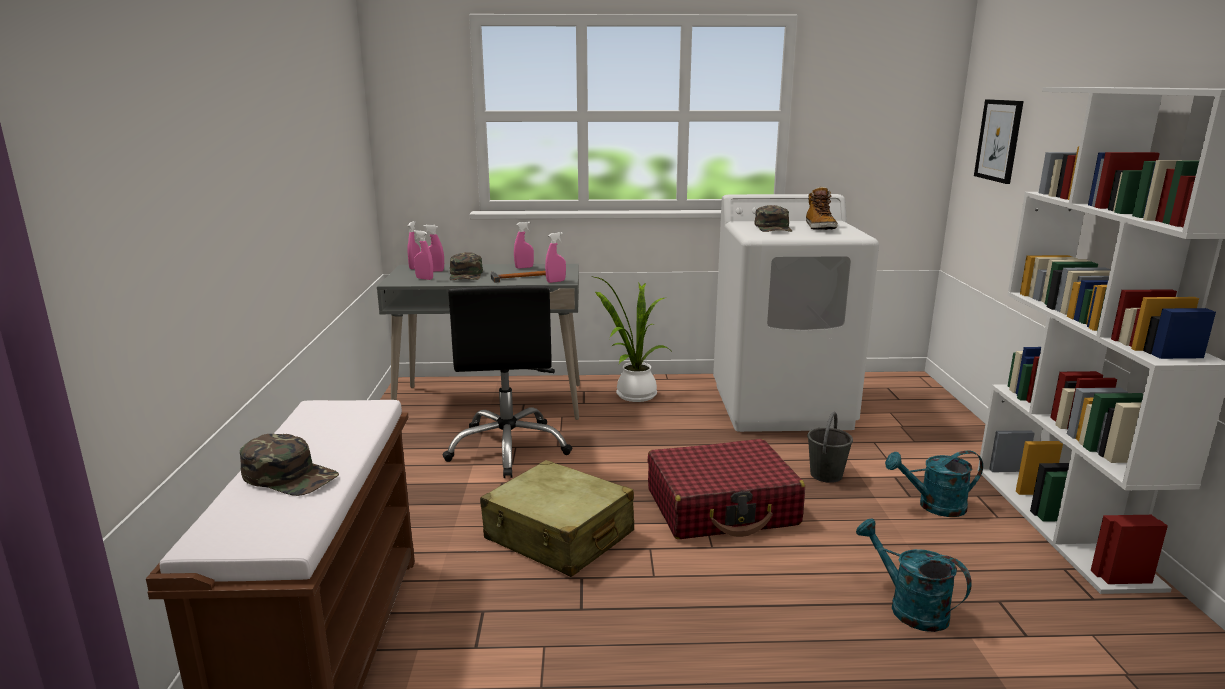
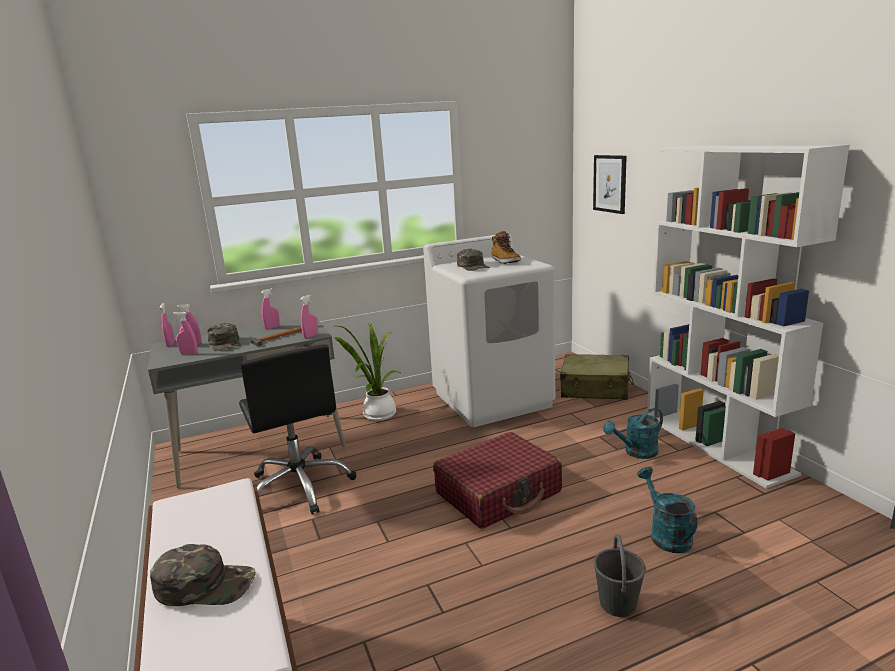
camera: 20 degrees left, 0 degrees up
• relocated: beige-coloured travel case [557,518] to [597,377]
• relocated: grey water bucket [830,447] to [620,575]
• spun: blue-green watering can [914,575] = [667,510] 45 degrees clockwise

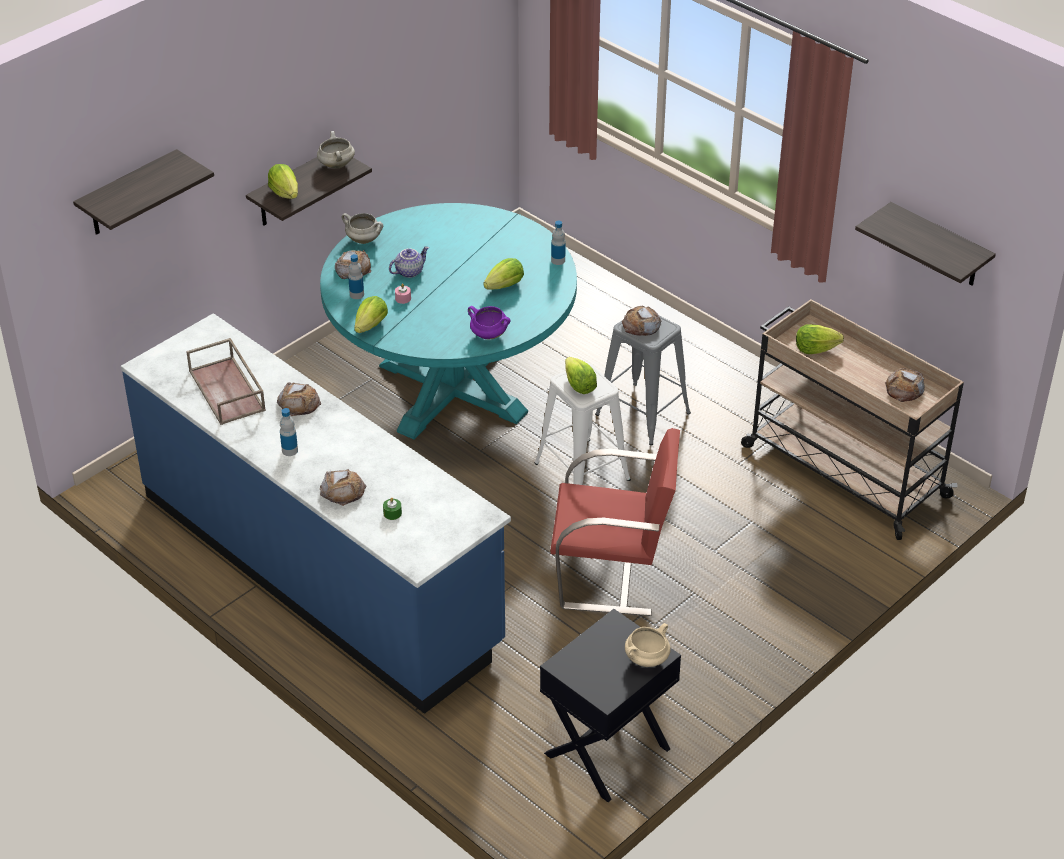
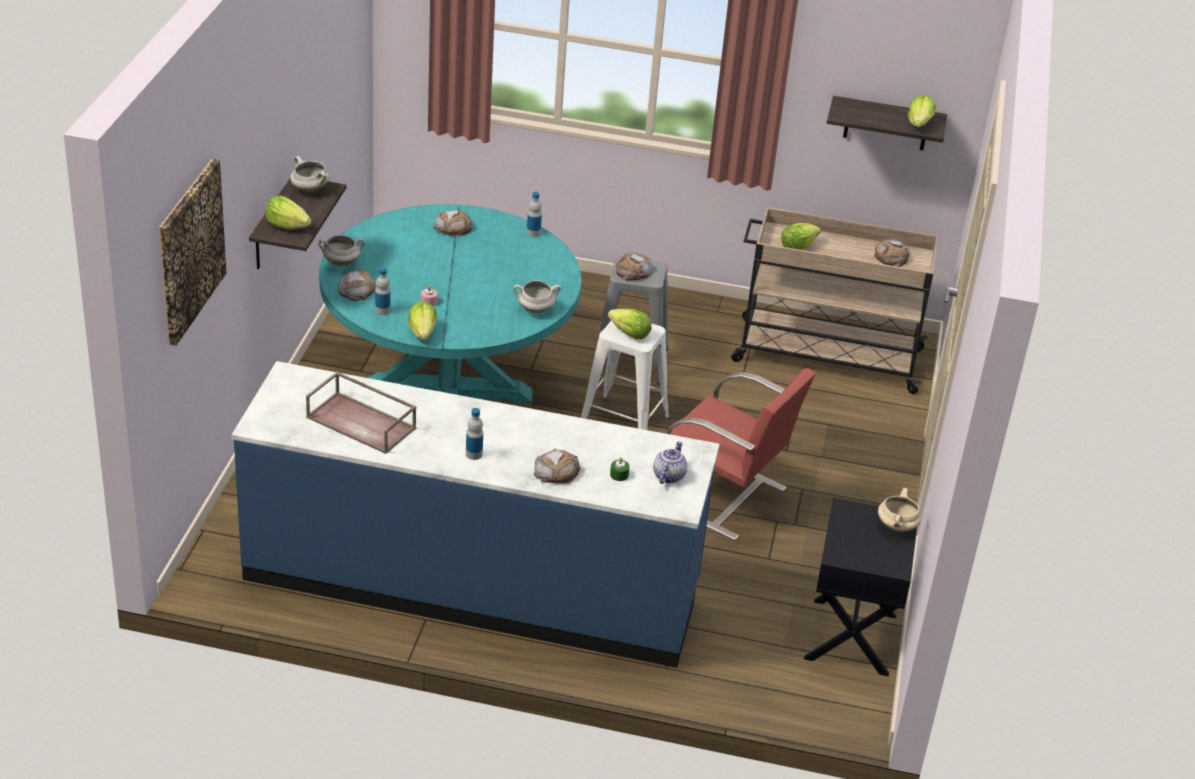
camera: 35 degrees left, 5 degrees down
• relocated: bread [299,399] to [452,223]
• relocated: teapot [409,262] to [670,462]
• relocated: head of lettuce [503,274] to [922,111]
• exchanged: shelf [143,192] to wall art [192,252]
• colour: purple stockpot [489,322] to white-coloured stockpot [537,296]
• spun: reddish plain chair [615,522] = [740,454] 60 degrees clockwise

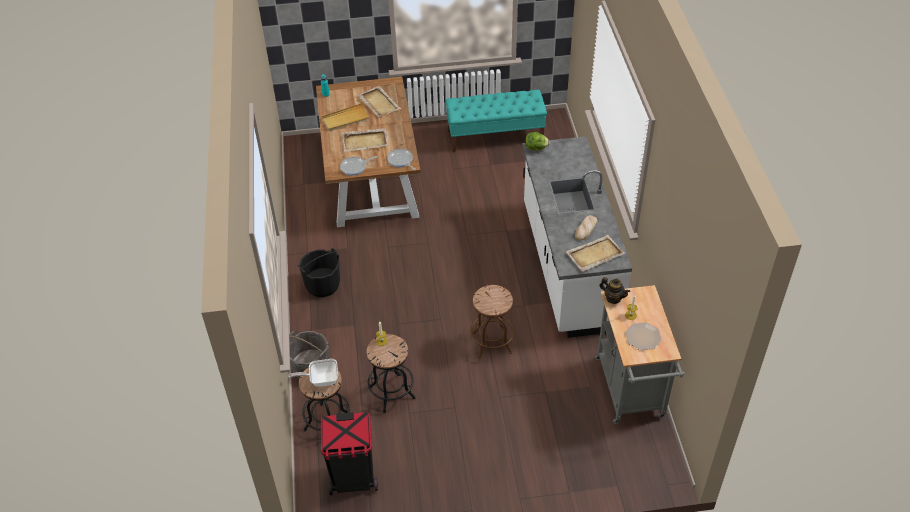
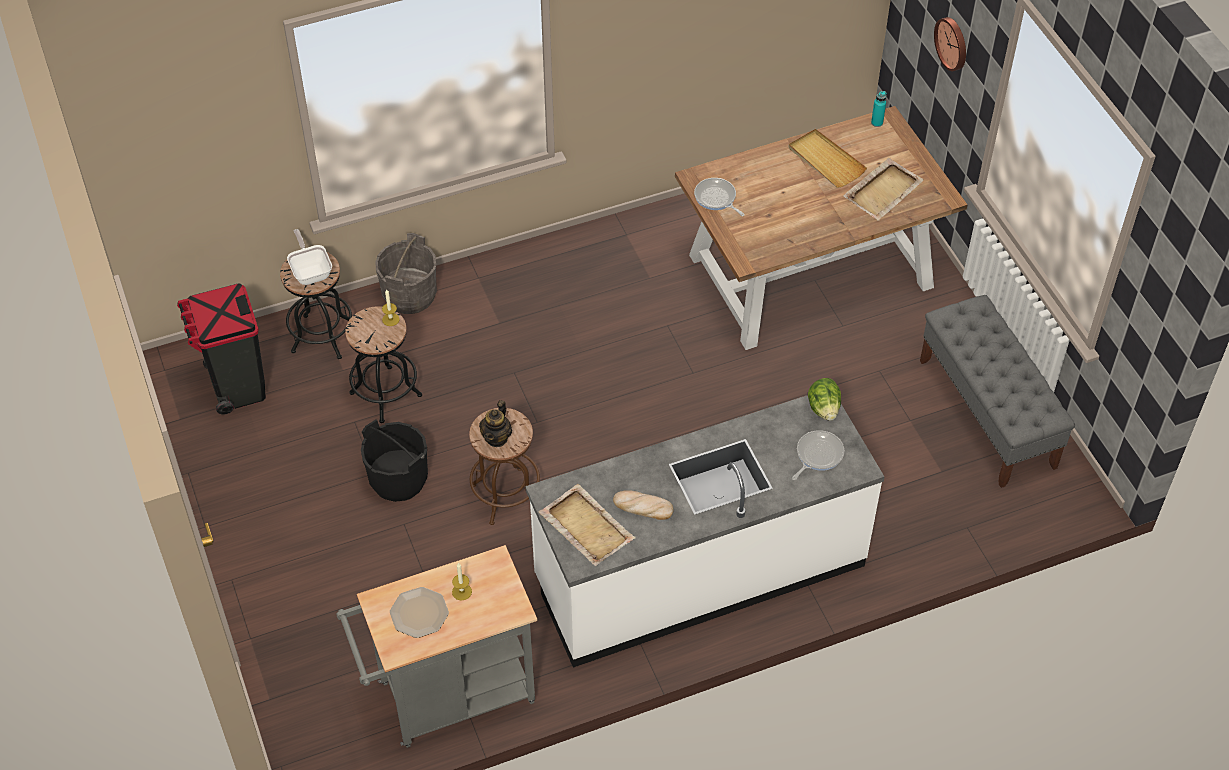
camera: 75 degrees right, 5 degrees up
• missing: beige-coloured tray [365,140]
• appeared: hanging clock [950,44]
• relocated: black water bucket [319,272] to [394,461]
• relocated: pan [401,159] to [818,455]
• relocated: teapot [614,290] to [495,423]
• colour: blue-green bench [496,121] to grey bench [997,391]

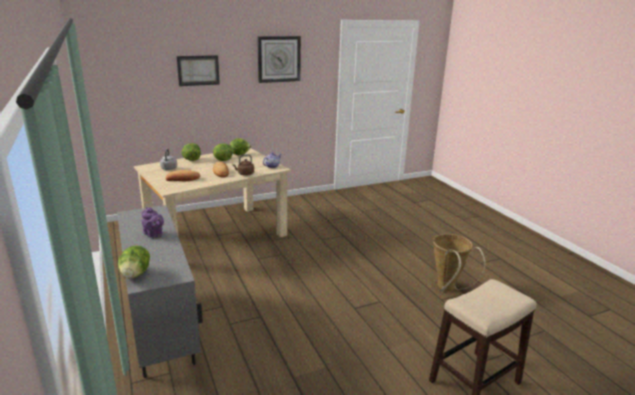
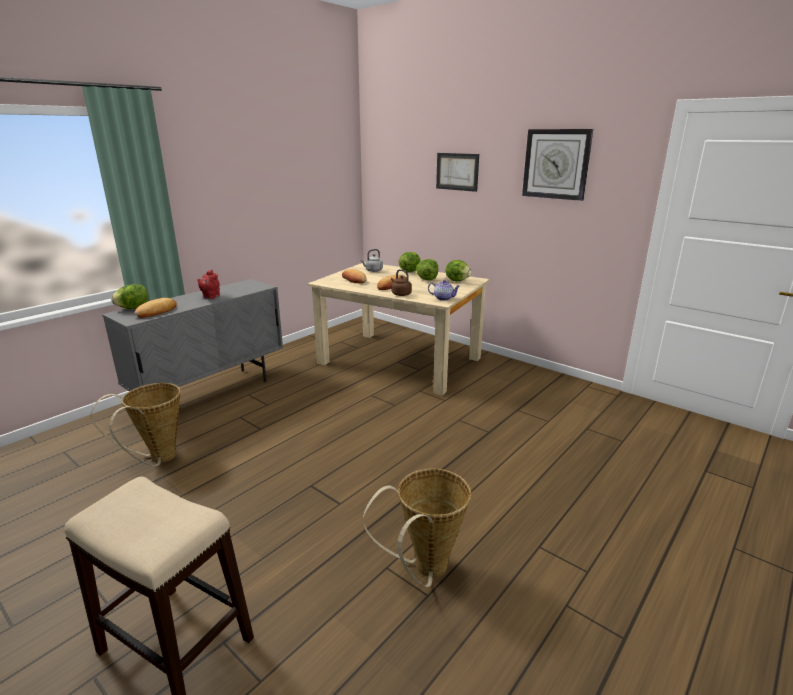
camera: 65 degrees right, 0 degrees up
• appeared: household basket [135,424]
• appeared: bread [156,308]
• colour: purple teapot [152,222] to reddish teapot [208,284]

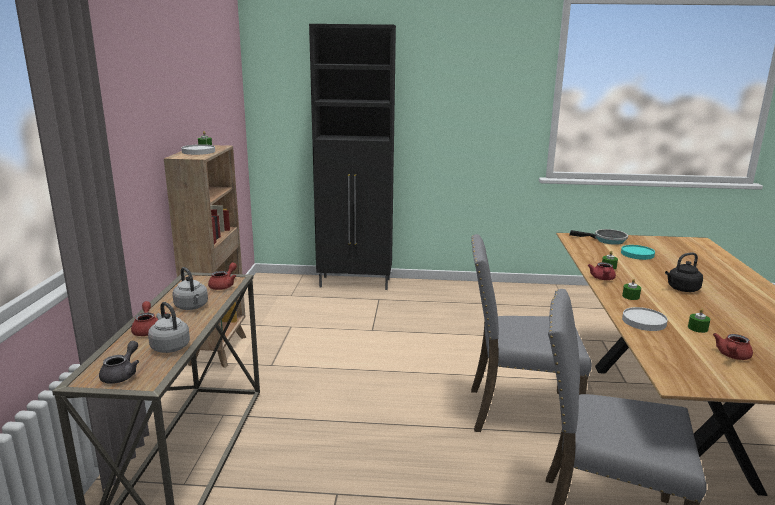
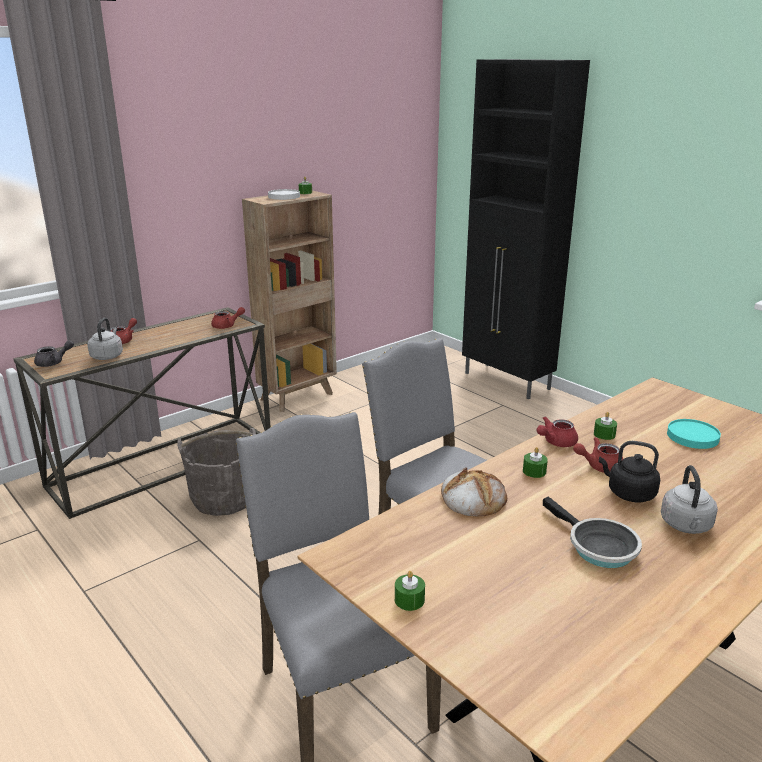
camera: 45 degrees right, 5 degrees up
• appeared: grey water bucket [216,472]
• relocated: grey tea kettle [190,288] to [689,499]
• relocated: pan [598,237] to [592,532]
• relocated: greenish candle [699,320] to [410,591]
• relocated: reddish teapot [733,346] to [598,455]
• exchanged: white-coloured flat dish [645,319] to bread [474,492]

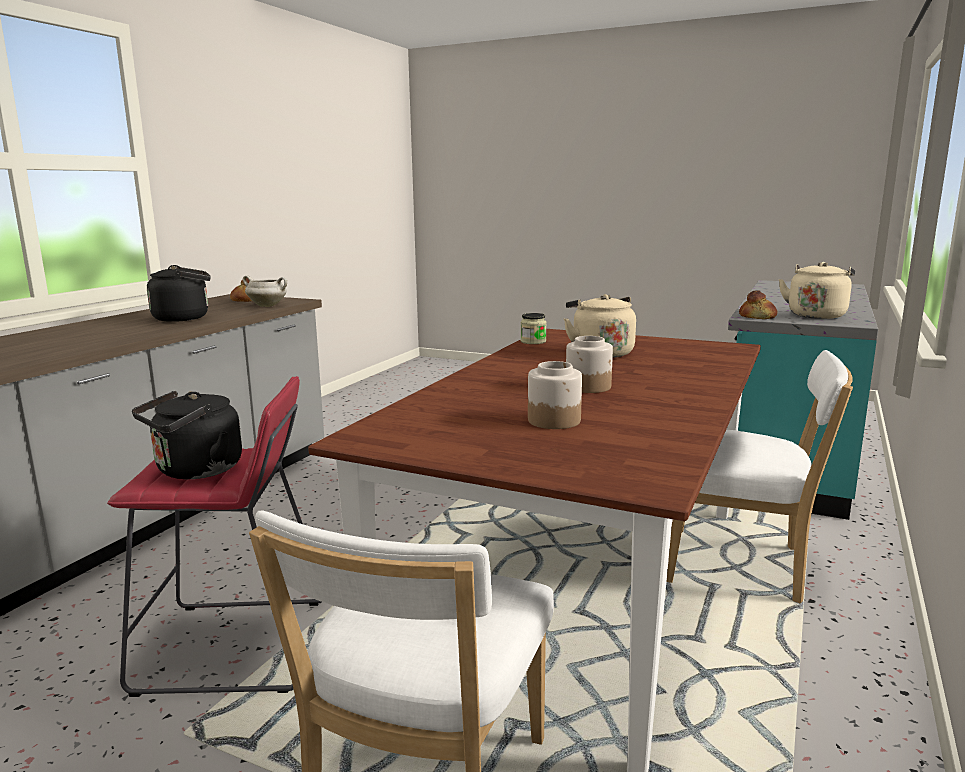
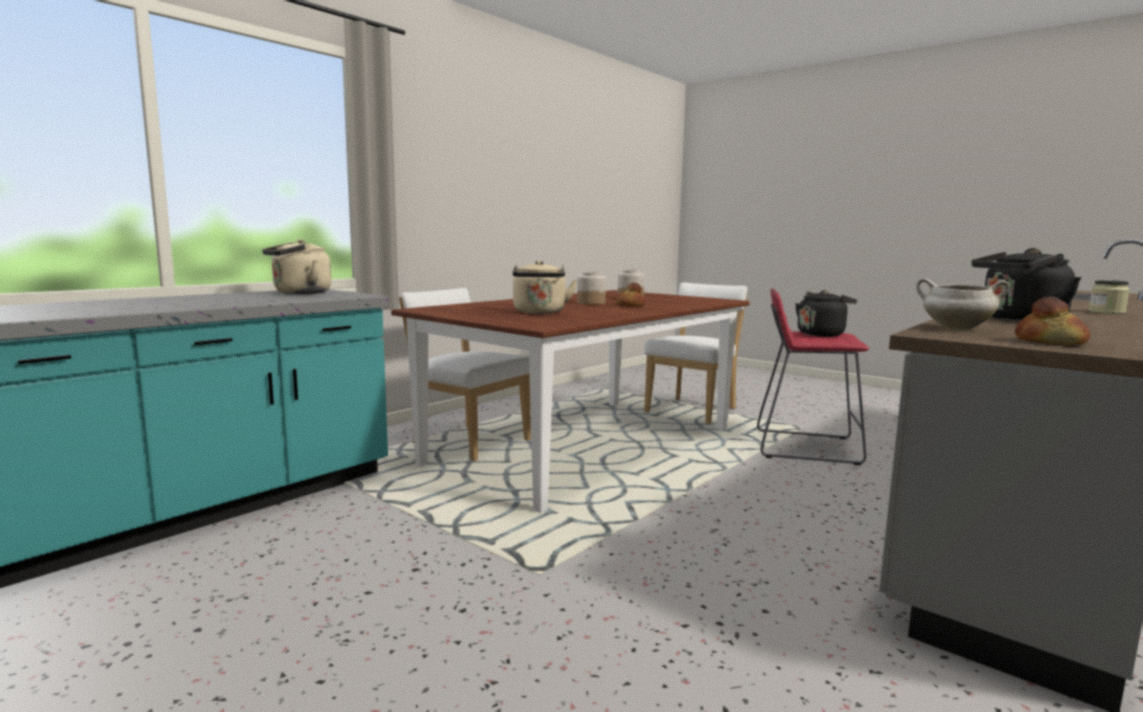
camera: 165 degrees left, 5 degrees down
• relocated: jar [534,328] to [1109,297]
• relocated: bread [758,304] to [630,295]

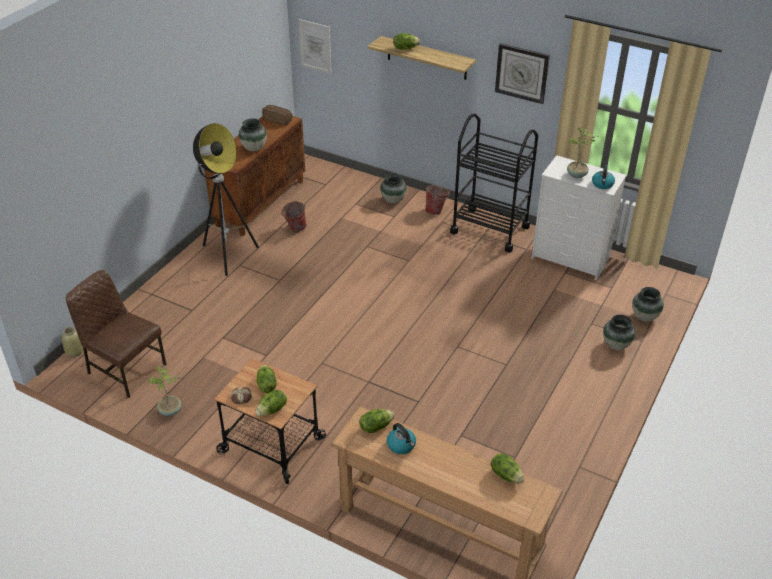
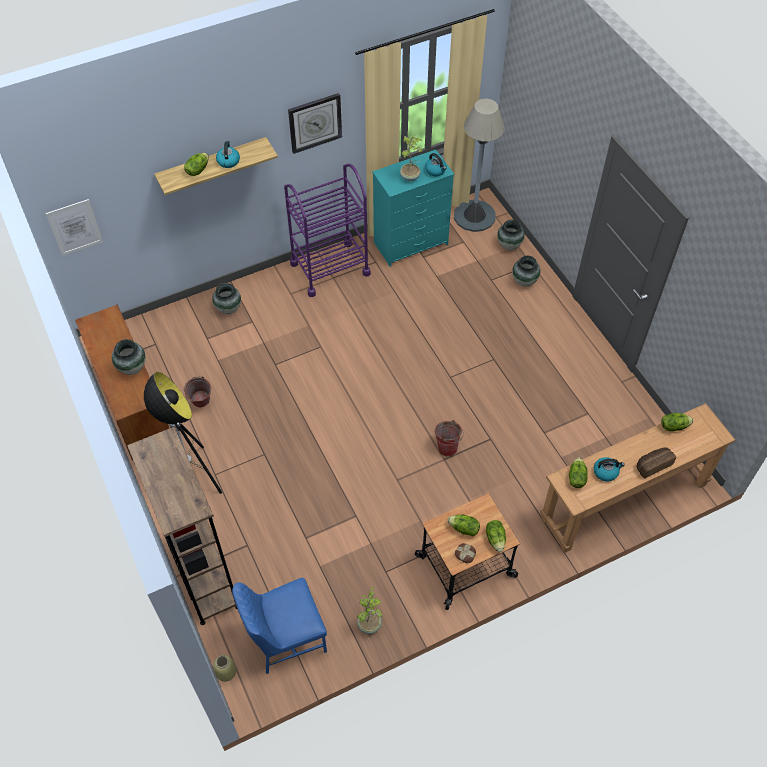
camera: 55 degrees left, 15 degrees up
• appeared: brown shelving unit [182,526]
• appeared: tea kettle [228,154]
• appeared: grey floor lamp [479,165]
• relocated: bread [277,115] to [656,463]
• relocated: water bucket [437,200] to [448,438]
• colour: brown plain chair [116,334] to blue-coloured plain chair [279,626]
• colour: black trolley [494,183] to purple trolley [327,230]
• colour: white-coloured drawer chest [579,217] to blue-green drawer chest [413,208]

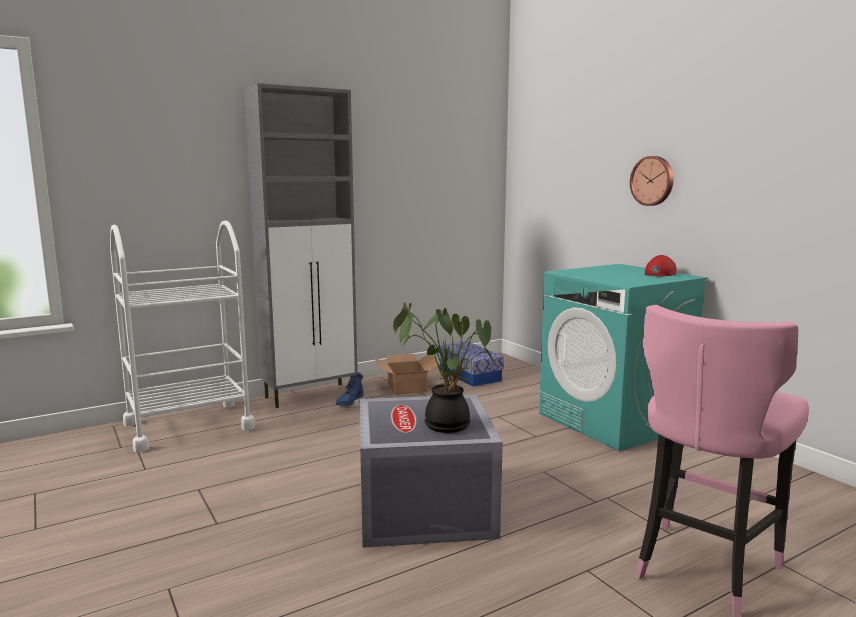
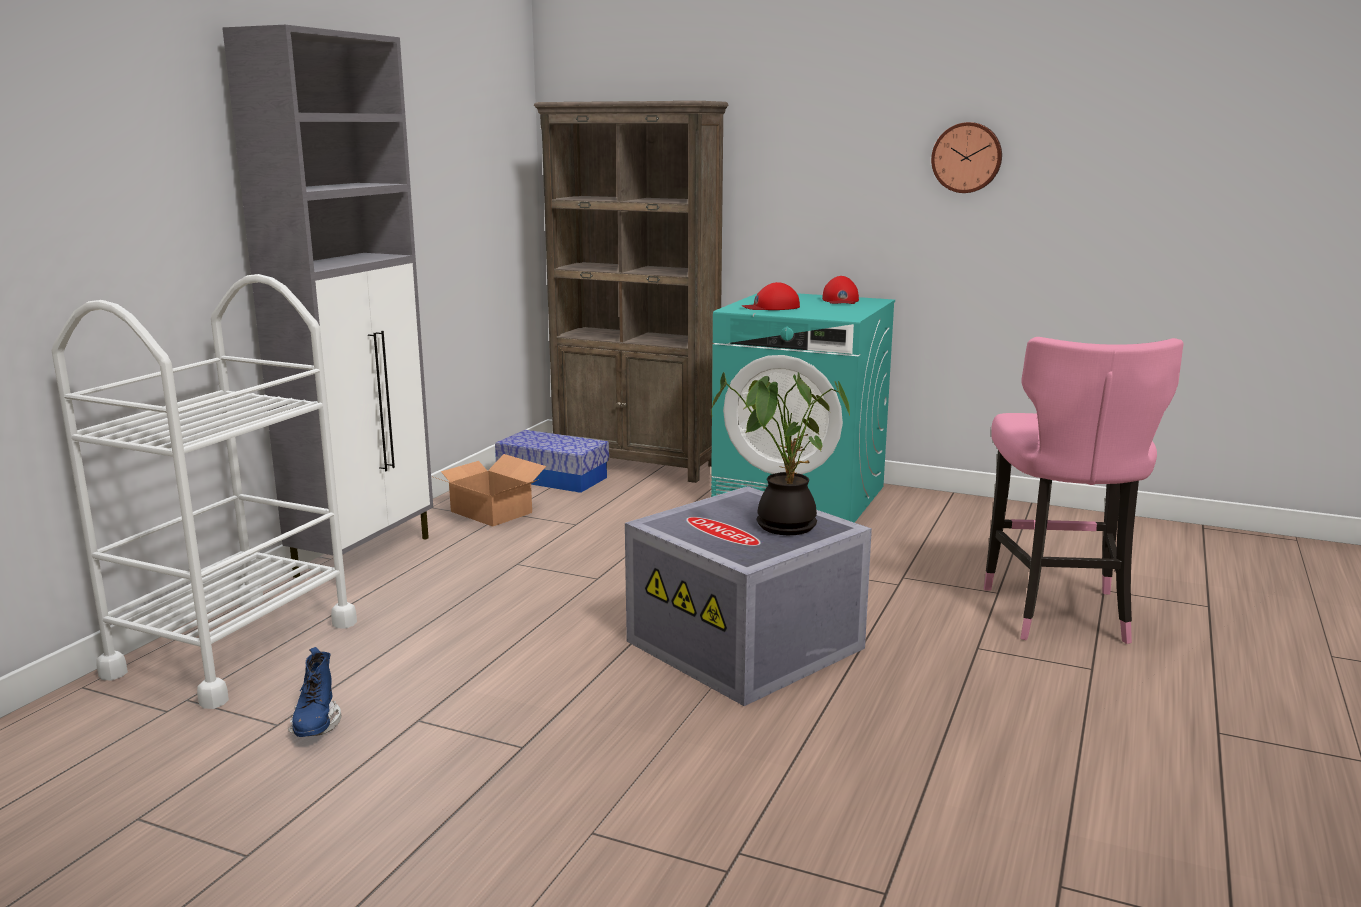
camera: 35 degrees left, 5 degrees up
• appeared: brown shelving unit [631,292]
• appeared: reddish peaked cap [771,296]
• relocated: blue-coloured tall boot [350,390] to [314,692]
• relocated: hanging clock [651,181] to [966,157]

